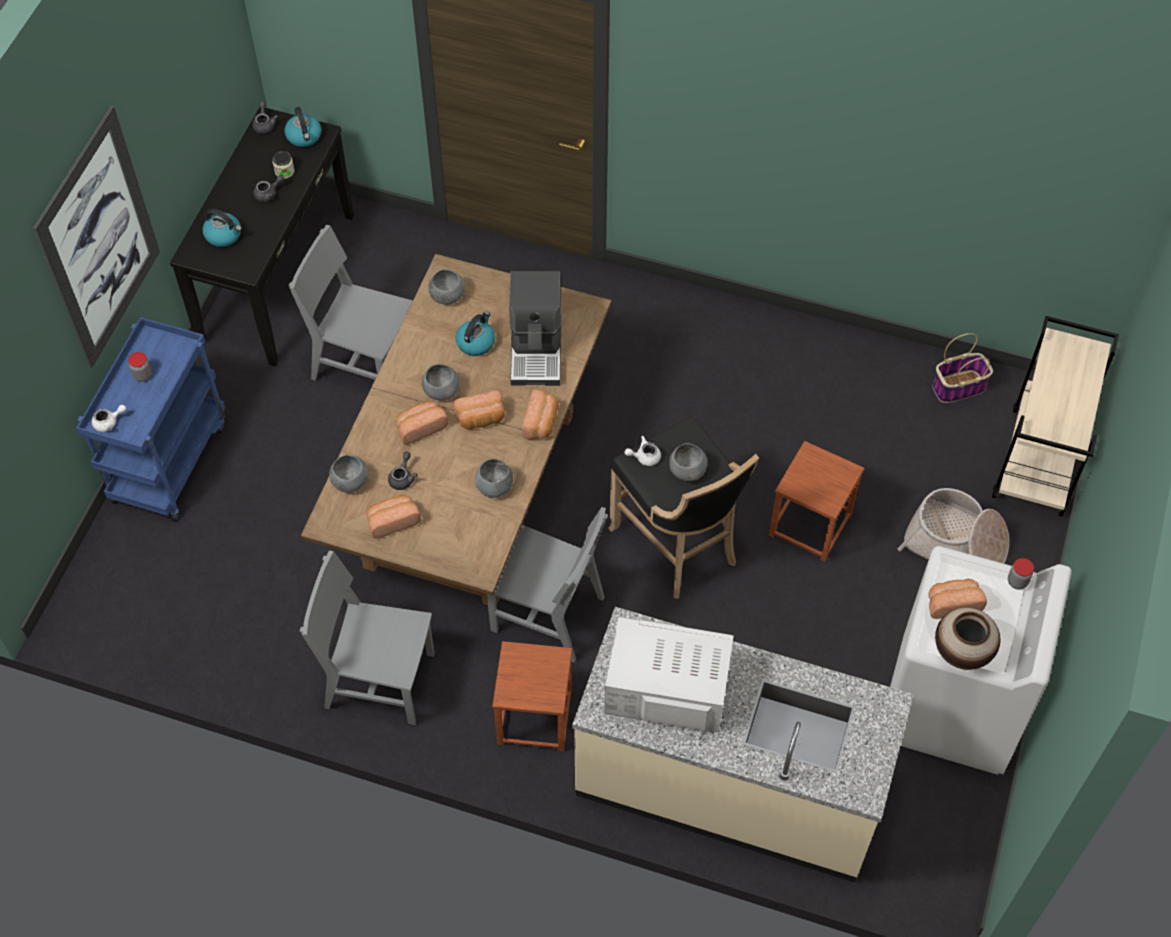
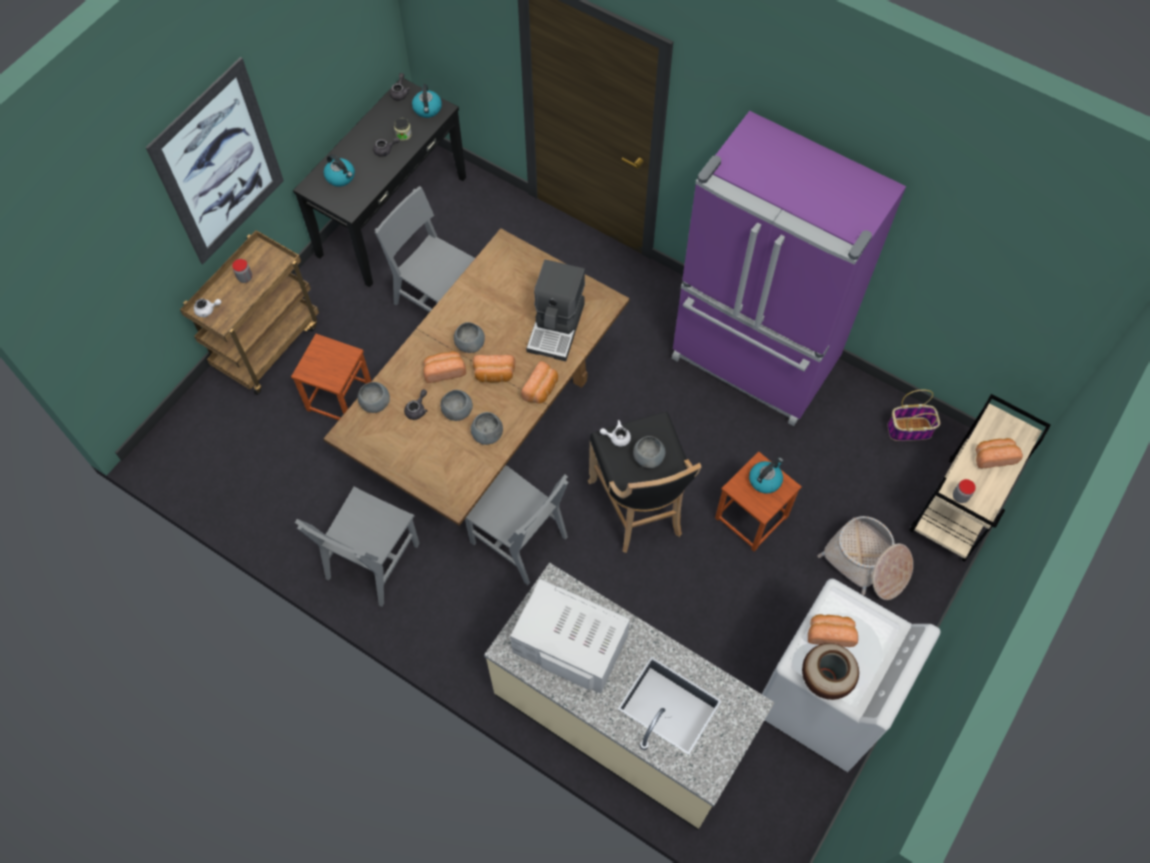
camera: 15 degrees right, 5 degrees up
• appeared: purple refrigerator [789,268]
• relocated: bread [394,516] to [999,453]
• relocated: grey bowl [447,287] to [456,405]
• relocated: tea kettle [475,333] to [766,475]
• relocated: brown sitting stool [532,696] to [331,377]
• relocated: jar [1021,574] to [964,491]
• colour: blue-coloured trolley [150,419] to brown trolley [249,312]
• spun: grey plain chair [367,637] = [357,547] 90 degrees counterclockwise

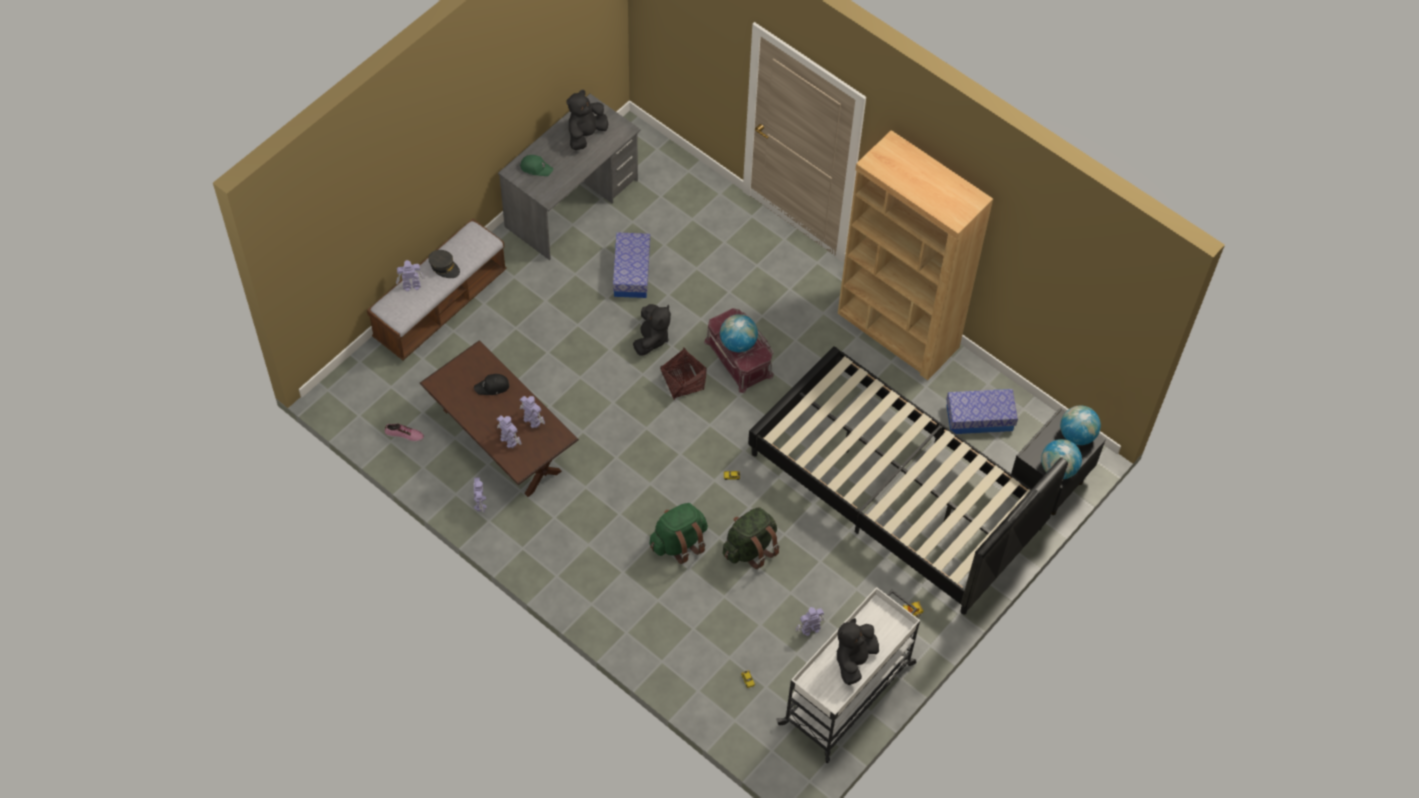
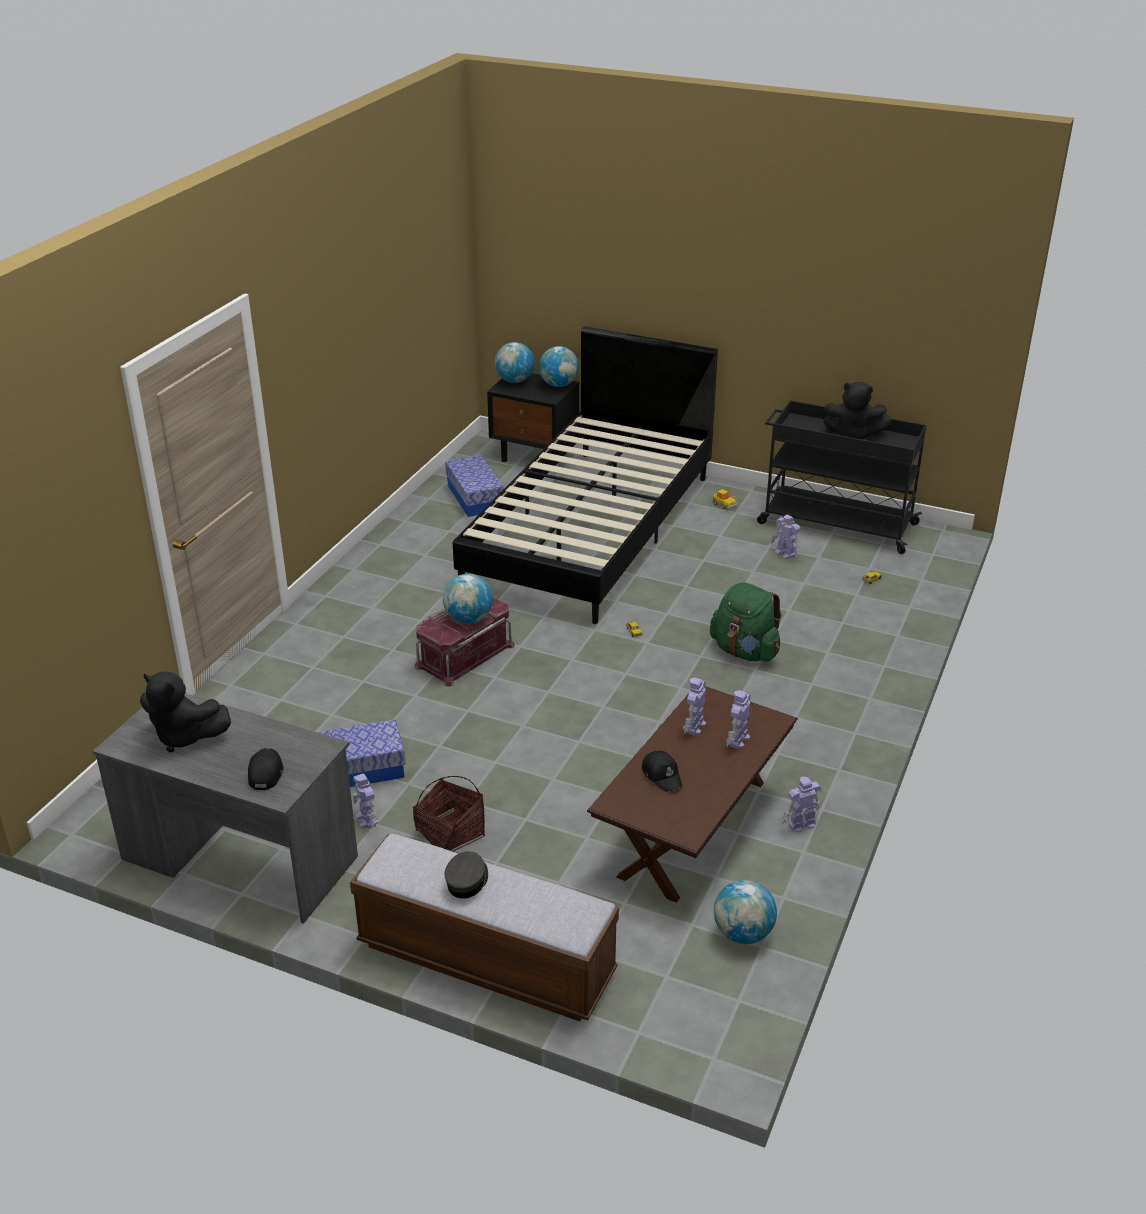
camera: 105 degrees left, 25 degrees down
• missing: black soft toy [652,330]
• missing: greenish rucksack [751,538]
• missing: brown shelving unit [915,255]
• relocated: robot figure [410,275] to [365,801]
• relocated: household basket [683,374] to [449,814]
• exchanged: low shoe [404,433] to globe [745,912]
• colour: greenish peaked cap [536,165] to black peaked cap [266,769]
• colour: white-coloured trolley [848,675] to black trolley [841,477]

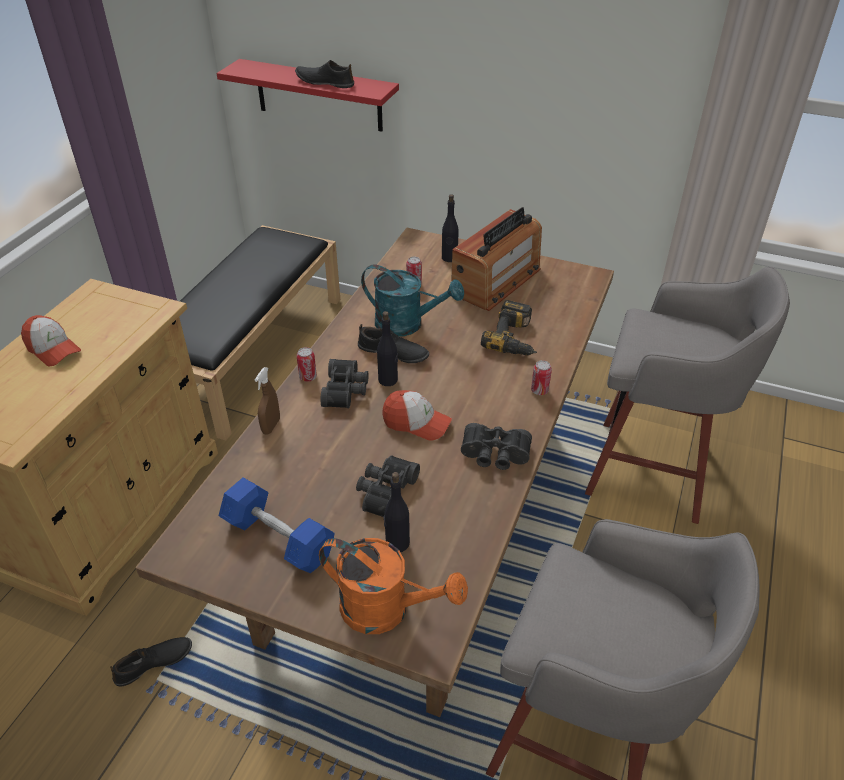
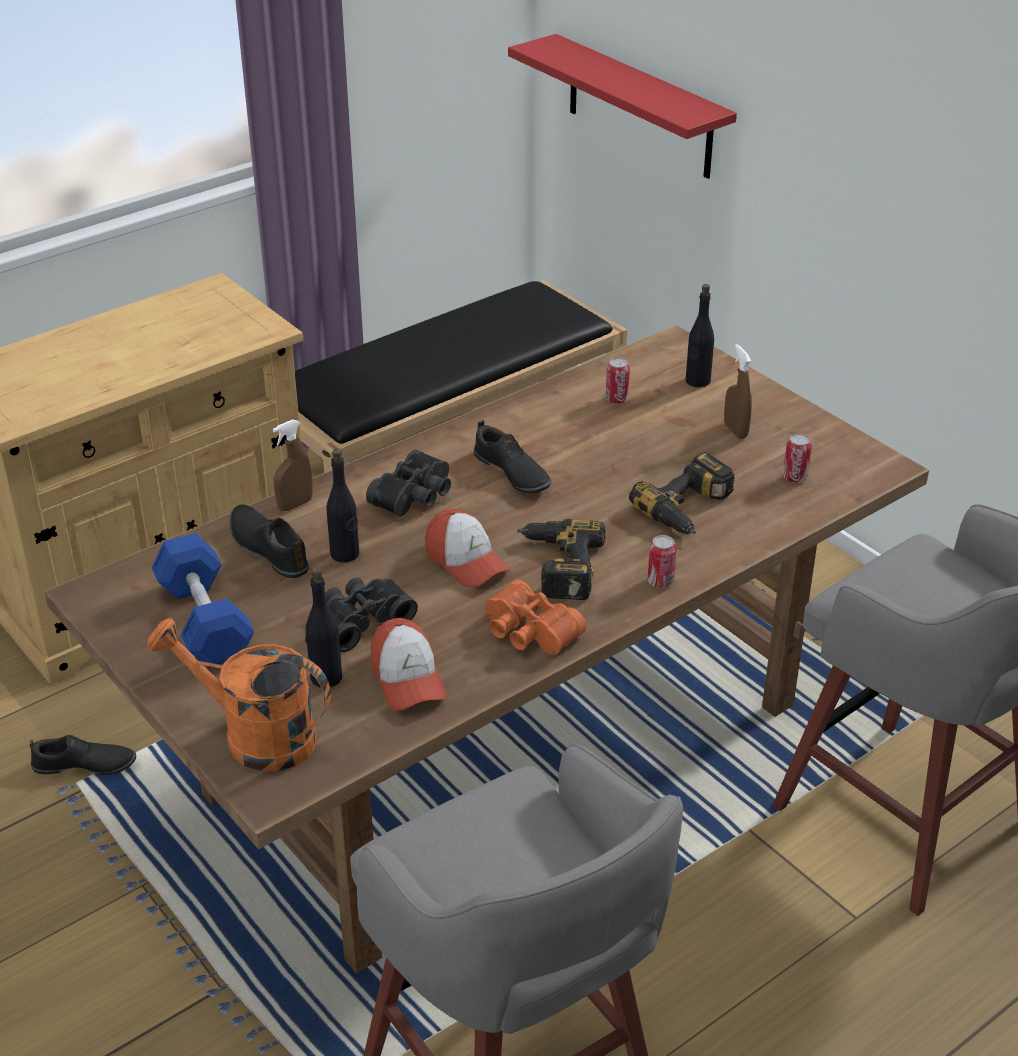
camera: 30 degrees right, 5 degrees down
• missing: blue-green watering can [412,301]
• appeared: electric drill [561,559]
• relocated: peaked cap [51,340] to [409,664]
• relocated: black low shoe [324,74] to [269,541]
• relocated: sealed can [307,364] to [797,458]
• relocated: black beverage bottle [387,348] to [342,506]
• exchanged: radio set [496,259] to brown hand sprayer [738,391]
• colour: black binoculars [496,446] to orange binoculars [535,617]
• spun: orange watering can [393,586] = [239,694] 150 degrees clockwise

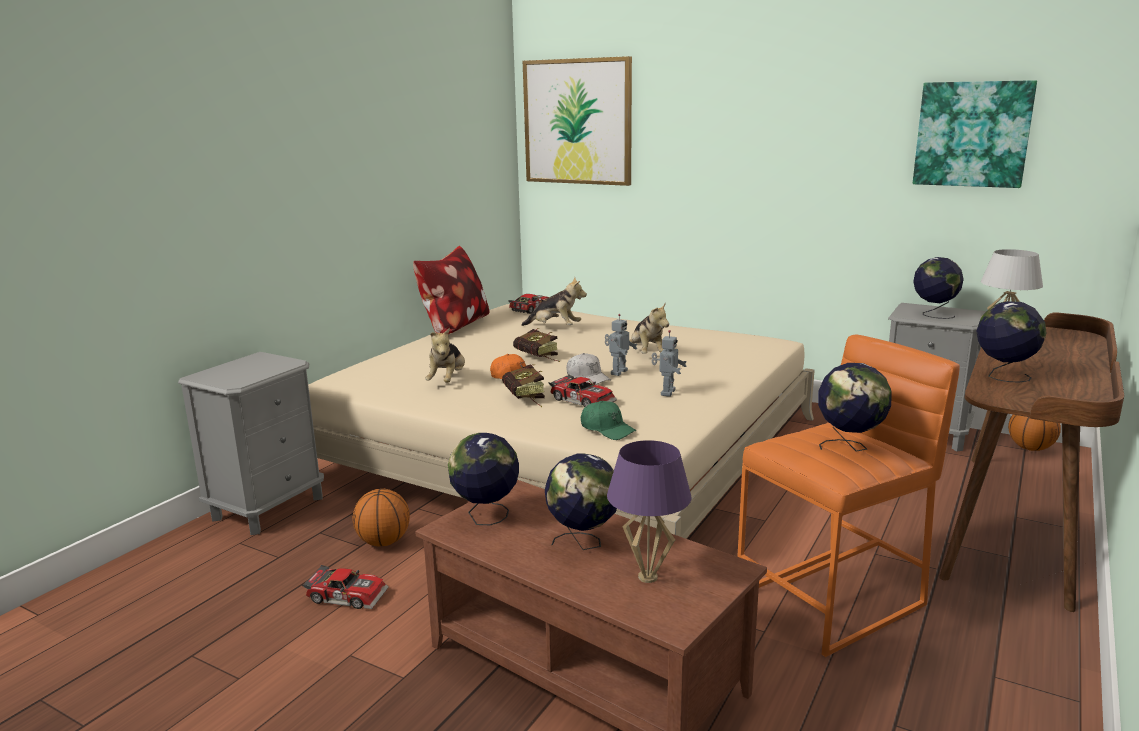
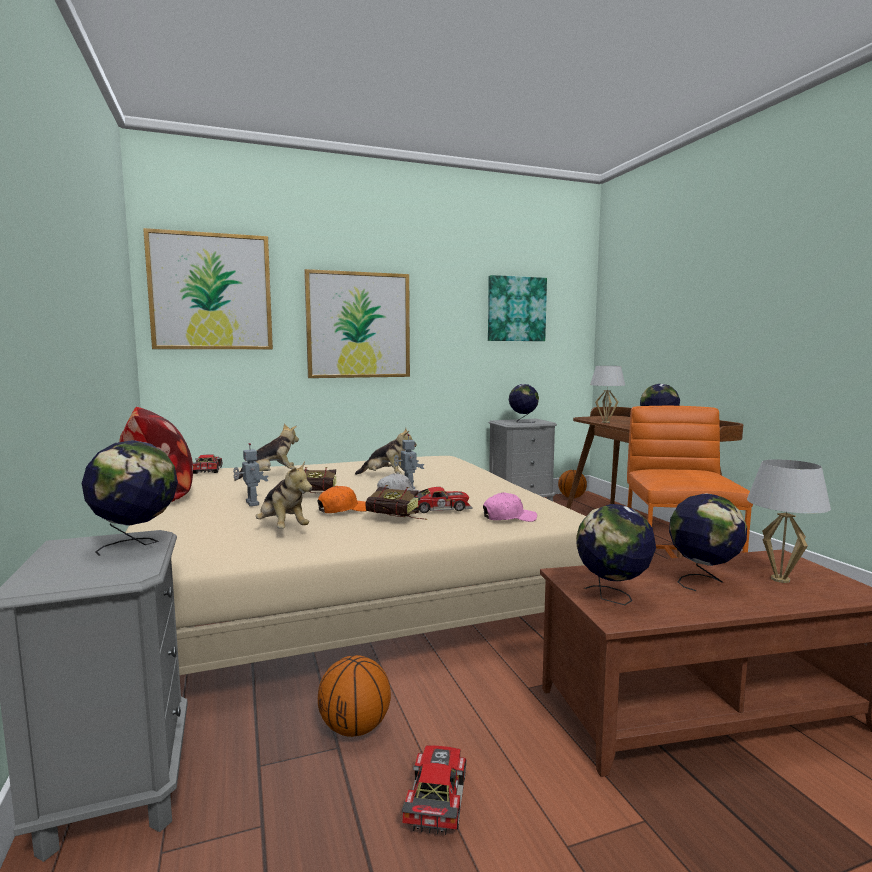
camera: 50 degrees left, 10 degrees down
• appeared: wall art [357,323]
• relocated: robot figure [669,363] to [251,474]
• relocated: globe [854,407] to [130,498]
• colour: greenish peaked cap [608,420] to pink peaked cap [510,507]
• colour: purple lamp for a table [649,511] to white-coloured lamp for a table [789,521]
• spun: model car [345,587] = [434,790] 45 degrees counterclockwise

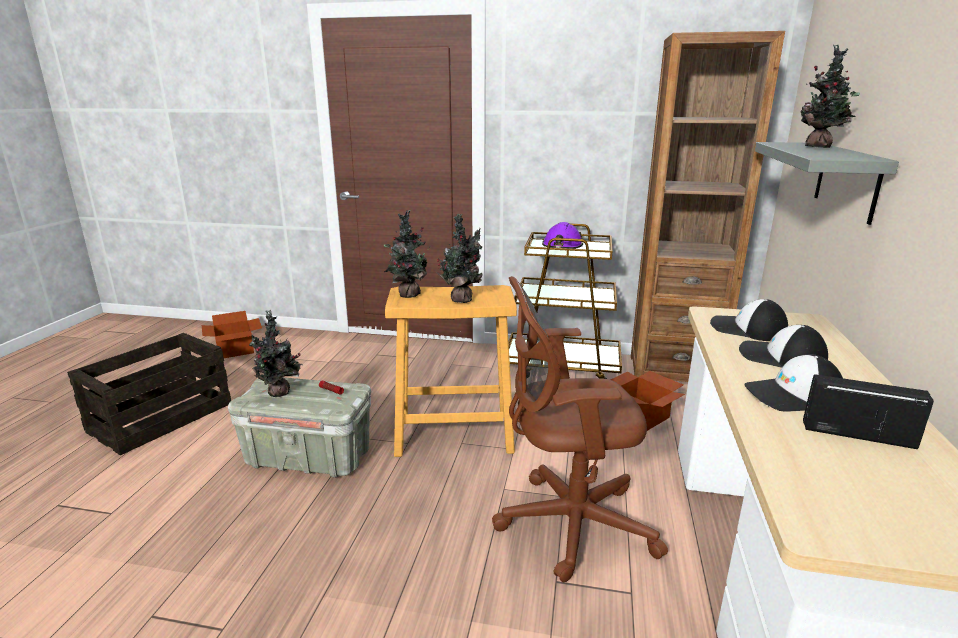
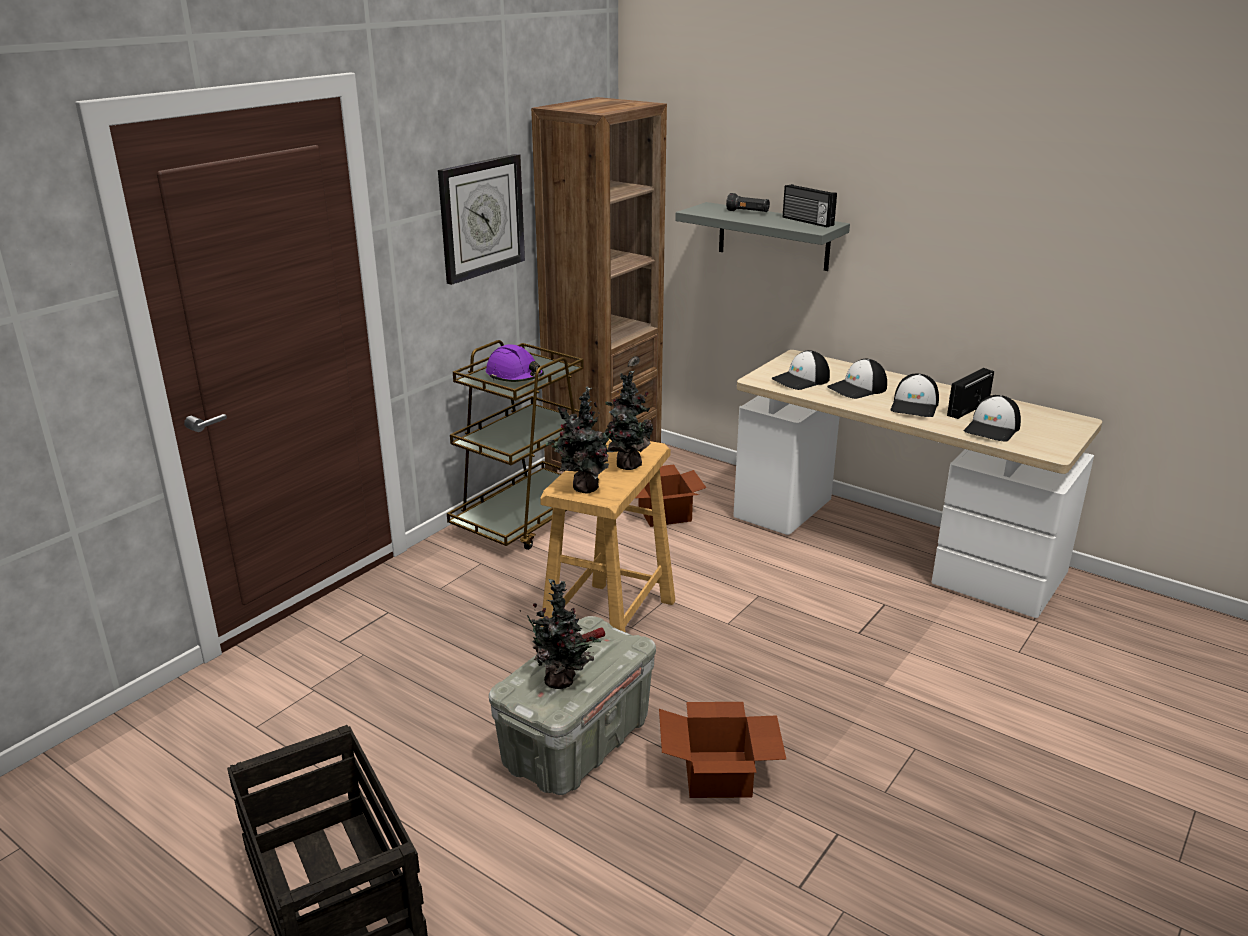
camera: 65 degrees left, 5 degrees up
• missing: brown office chair [580,429]
• appeared: hanging clock [481,219]
• appeared: radio set [810,205]
• appeared: peaked cap [992,418]
• relocated: carton [232,334] to [723,750]
• exchanged: plant in a pot [830,96] to black hand torch [748,202]

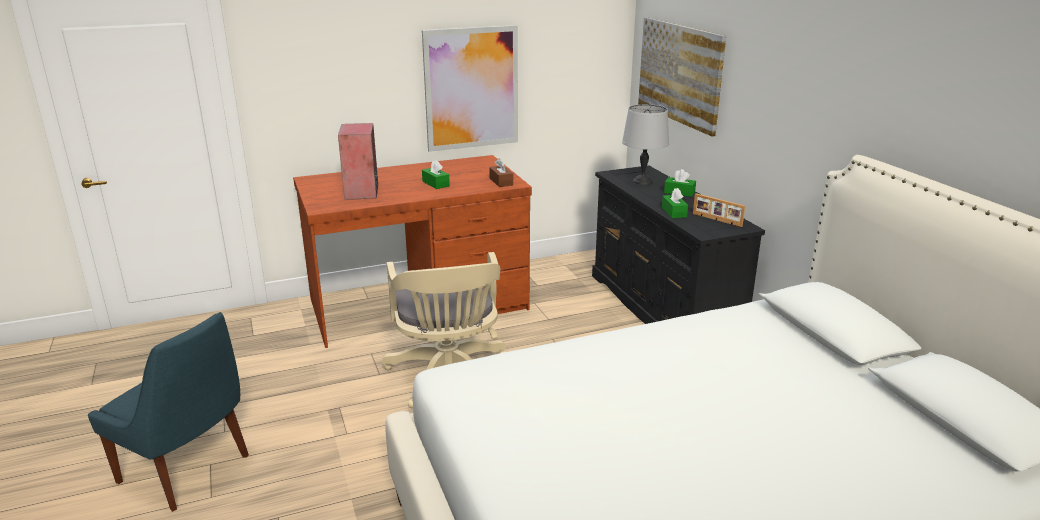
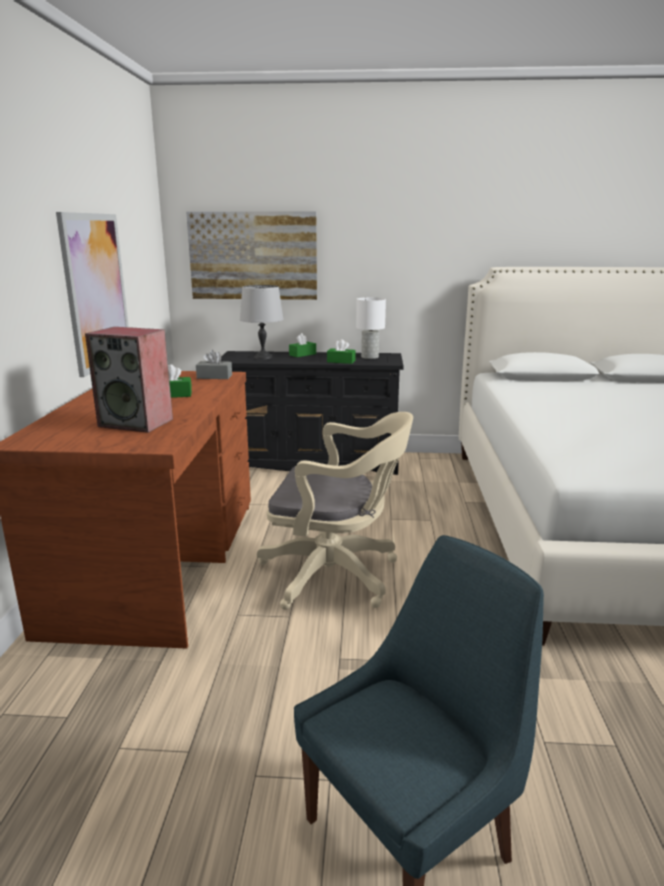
camera: 65 degrees left, 5 degrees down
• exchanged: photo frame [719,210] to white-coloured lamp for a table [371,328]
• colour: brown box of tissues [501,172] to grey box of tissues [214,364]

